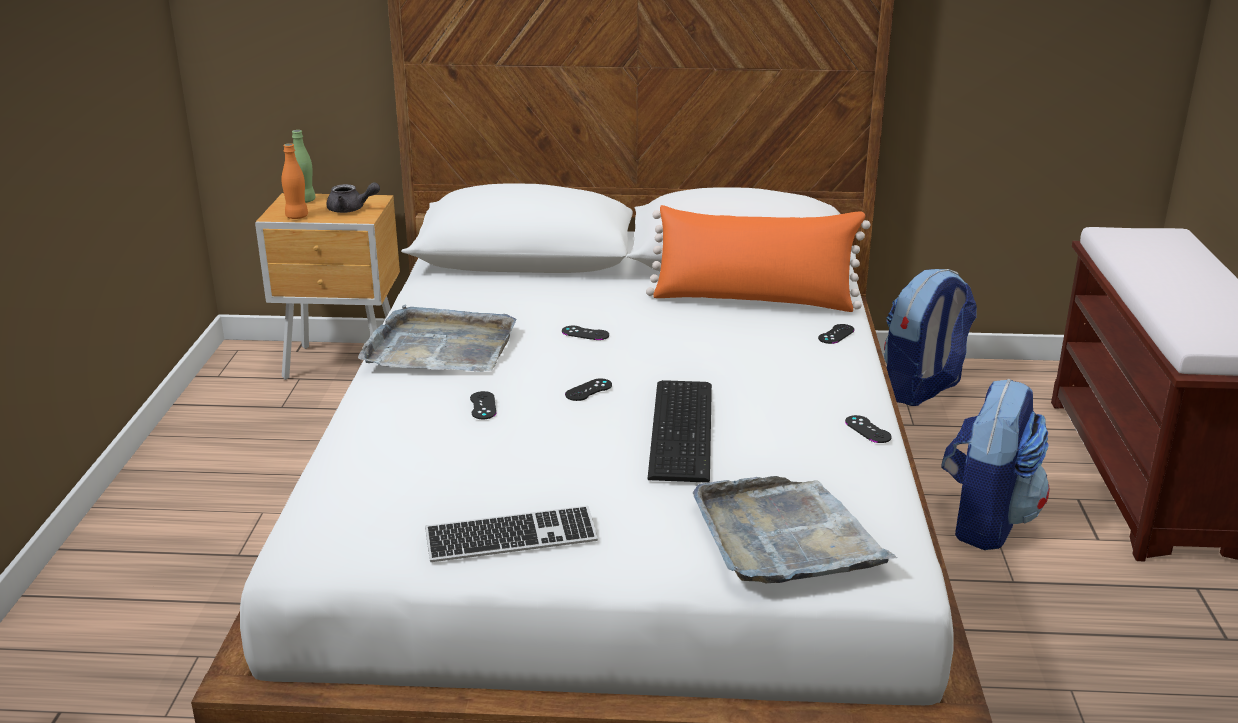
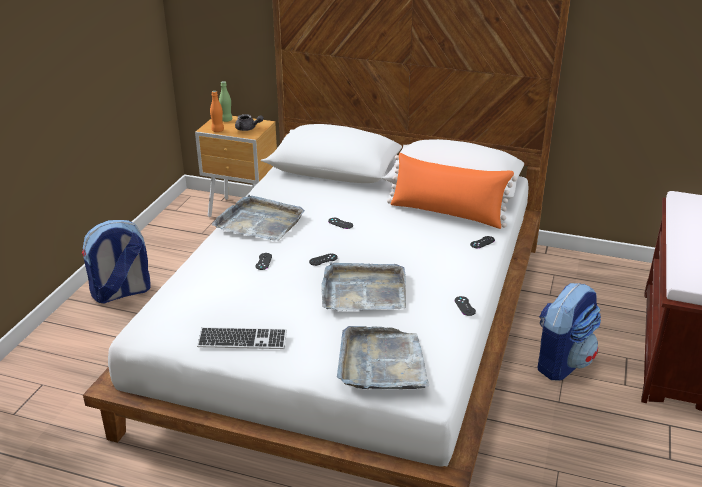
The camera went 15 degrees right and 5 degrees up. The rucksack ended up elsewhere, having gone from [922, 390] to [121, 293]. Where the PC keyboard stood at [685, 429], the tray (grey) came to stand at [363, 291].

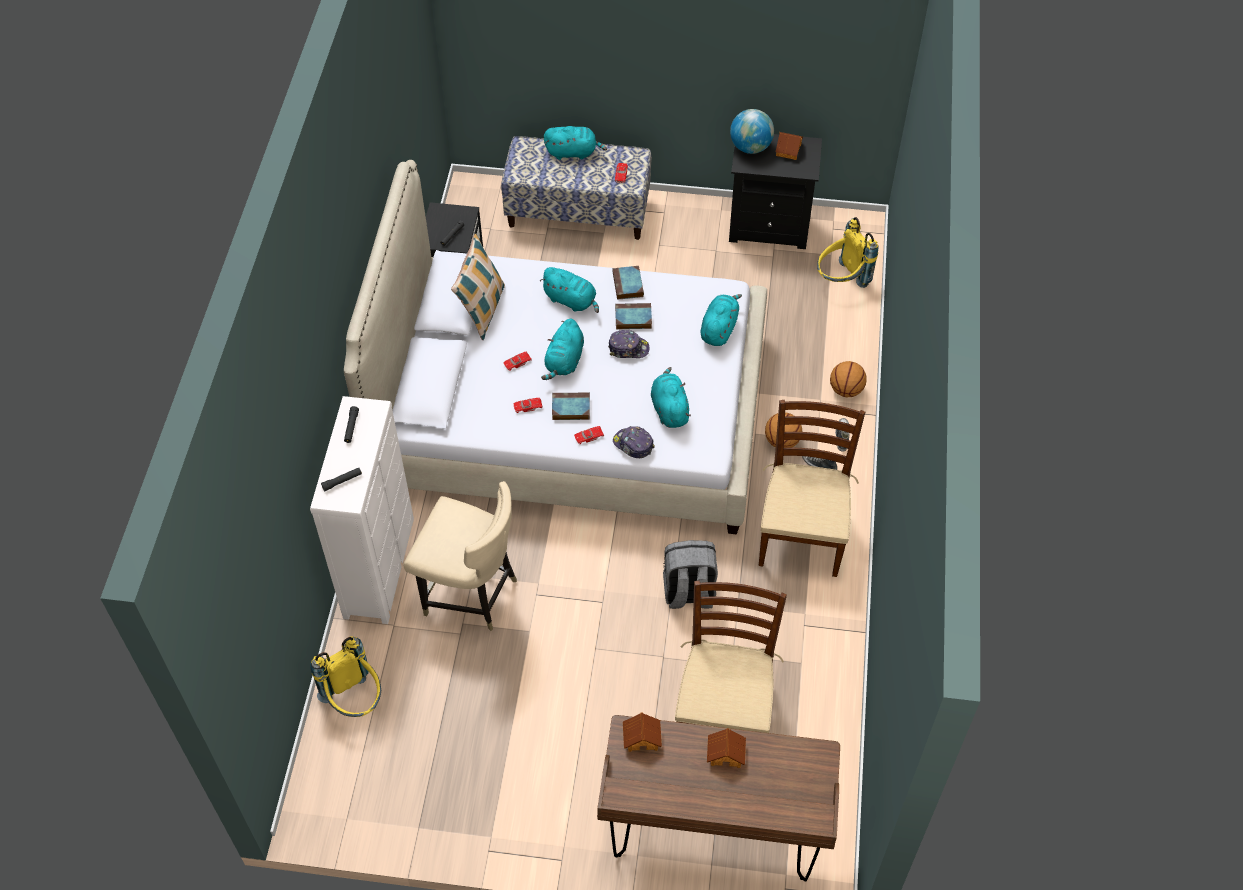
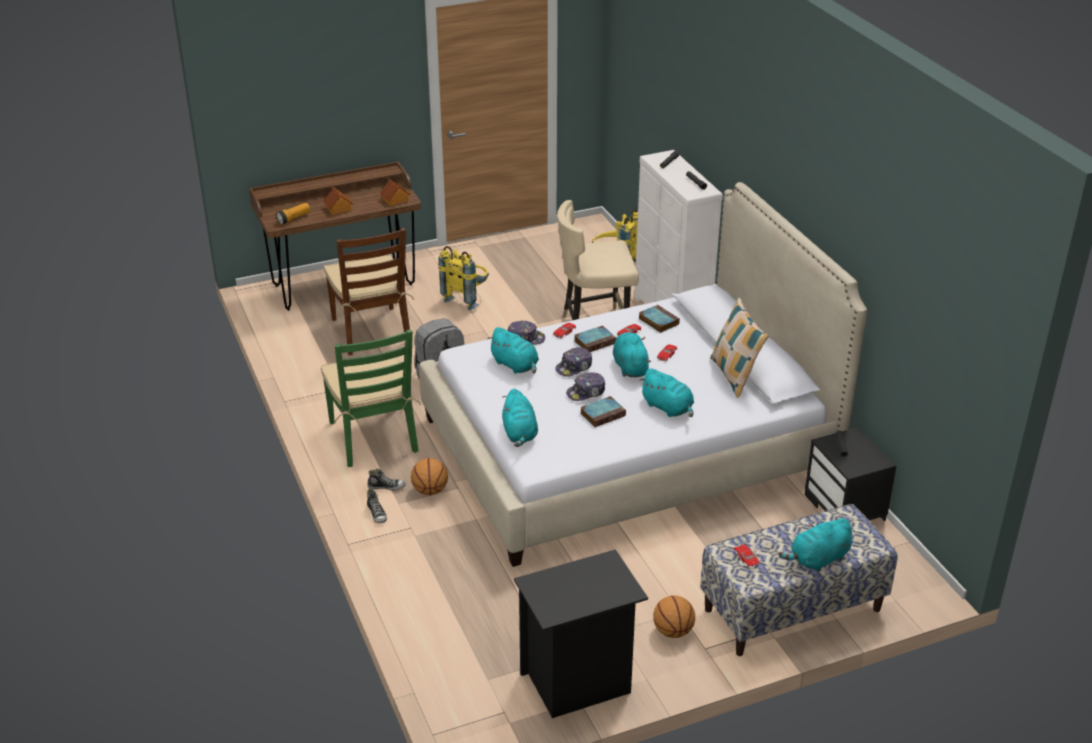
The camera went 150 degrees right and 20 degrees down. The second view gained the flashlight at [294, 218]. What was the upright chair (brown) at [801, 534] turned into the upright chair (greenish) at [373, 437]. The rucksack (yellow-coloured) ended up elsewhere, having gone from [841, 281] to [467, 298]. The second view gained the cap at [574, 367]. The volume ended up elsewhere, having gone from [628, 285] to [658, 321]. The cuddly toy (blue-green) at [571, 301] ended up facing another way, 135 degrees counterclockwise from before. The ball for basketball ended up elsewhere, having gone from [846, 390] to [672, 631]. The second view lost the world globe at [750, 147]. The second view lost the toy house at [789, 150].

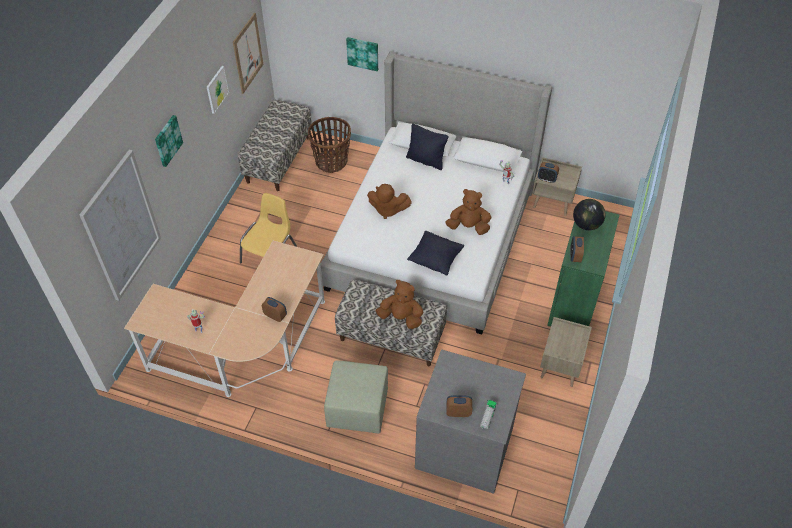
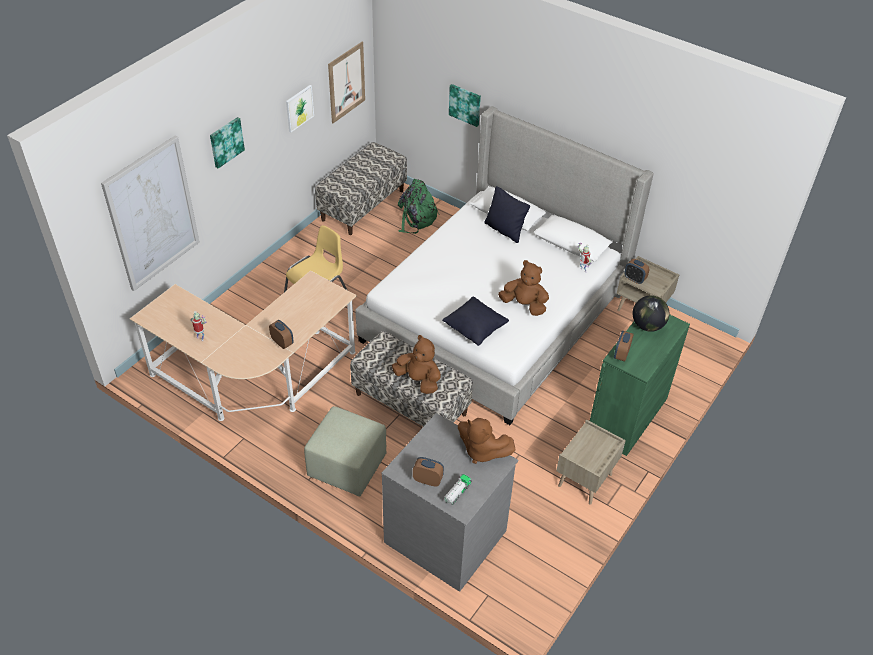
The camera went 15 degrees right and 5 degrees down. Where the household basket stood at [331, 162], the rucksack (greenish) came to stand at [416, 218]. The cuddly toy (brown) ended up elsewhere, having gone from [387, 210] to [482, 451].

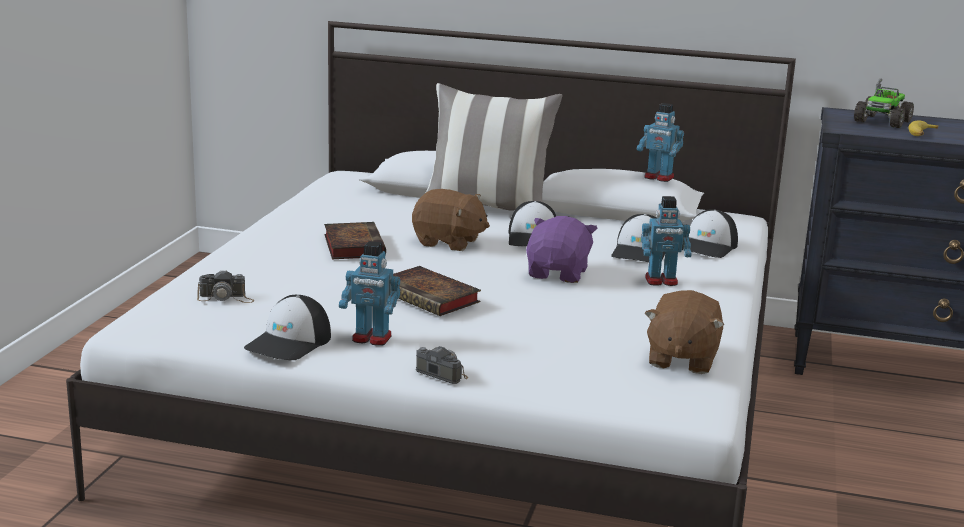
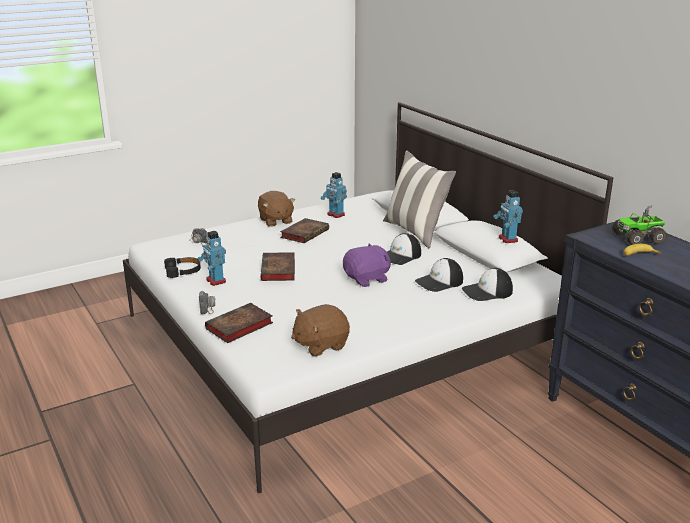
The camera went 45 degrees right and 5 degrees up. Where the cap stood at [289, 343], the pair of headphones (blackish) came to stand at [183, 271]. The second view gained the volume at [238, 327]. The cuddly toy (brown) ended up elsewhere, having gone from [448, 242] to [275, 221]. The toy robot ended up elsewhere, having gone from [661, 281] to [335, 215].

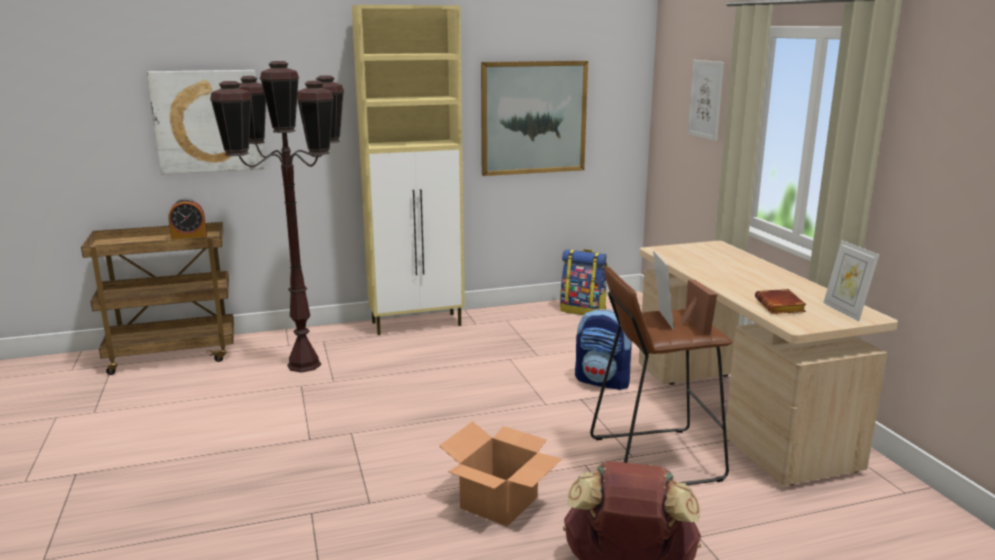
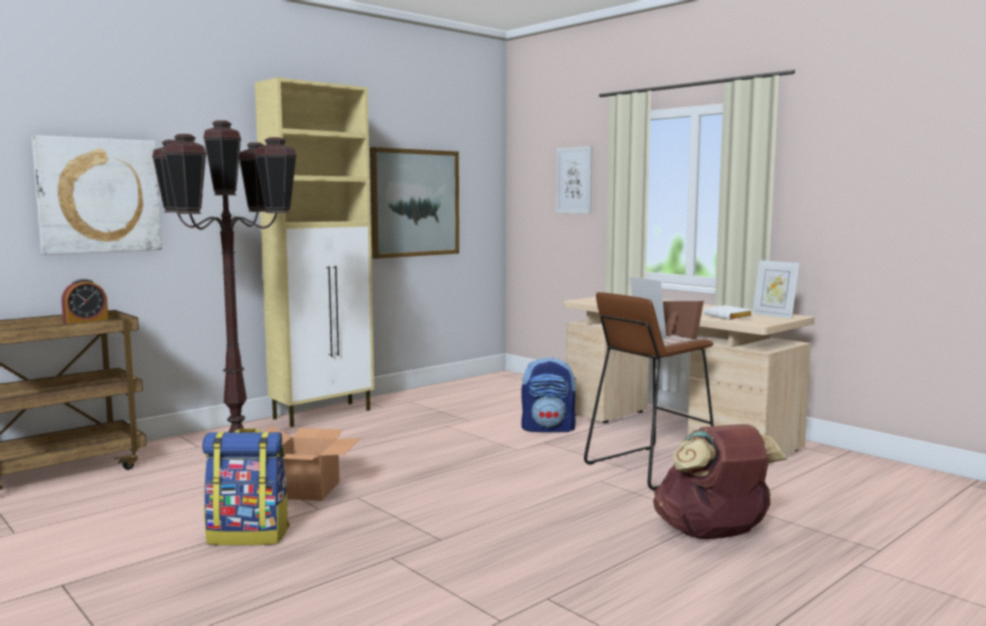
The camera went 25 degrees left and 10 degrees down. The rucksack ended up elsewhere, having gone from [583, 310] to [249, 535]. The cardboard box ended up elsewhere, having gone from [499, 502] to [307, 489]. What was the volume (brown) at [781, 307] turned into the volume (whitish) at [729, 317].

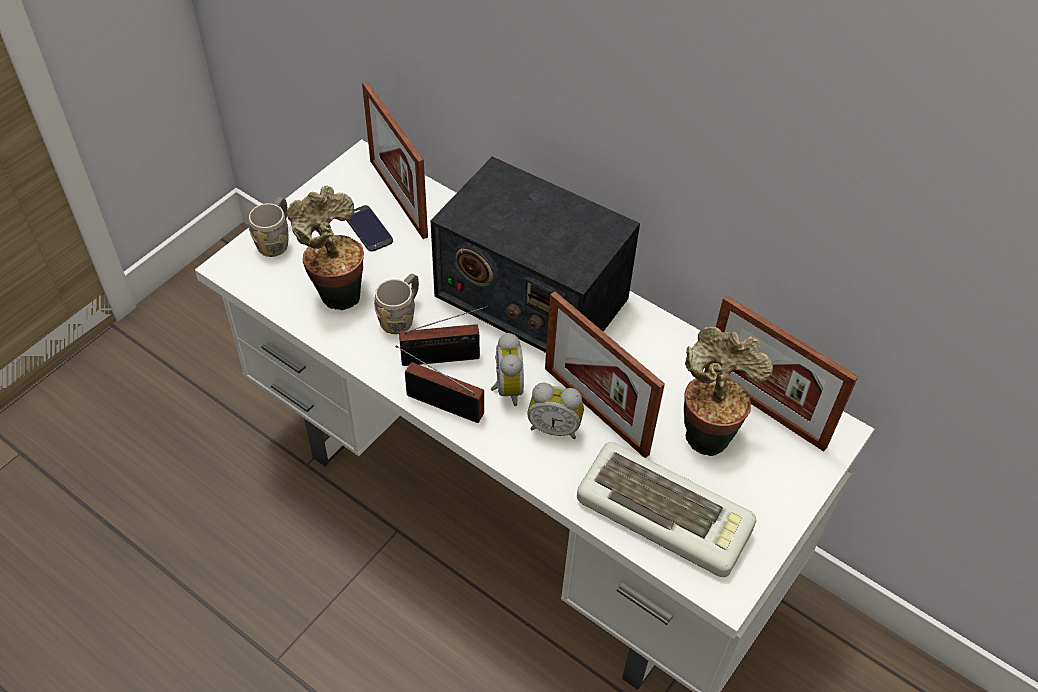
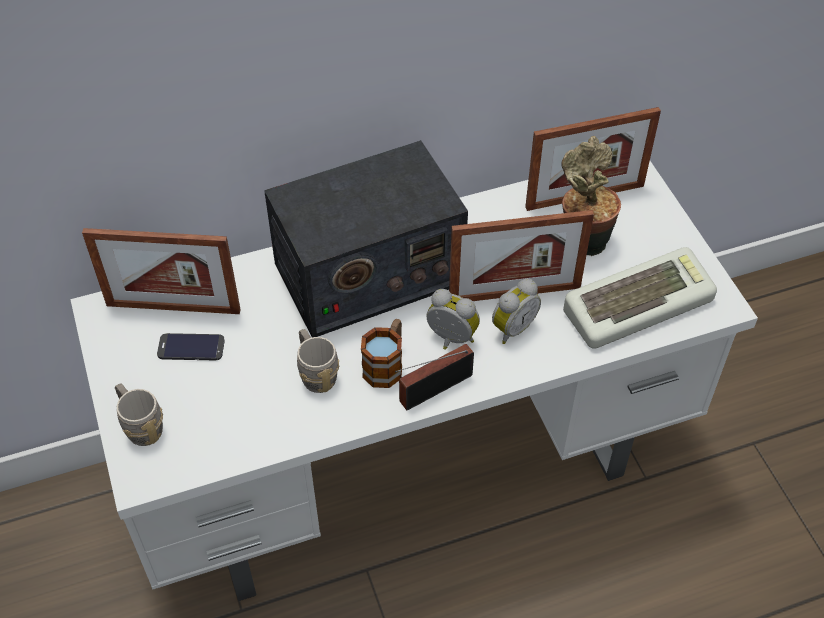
The camera went 55 degrees left and 0 degrees up. Where the radio stood at [445, 358], the mug came to stand at [386, 364]. The second view lost the potted plant at [336, 292].

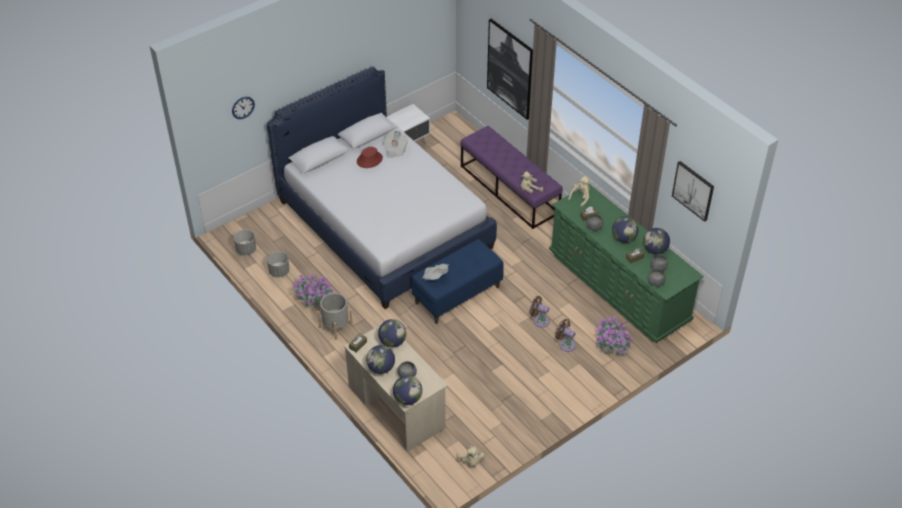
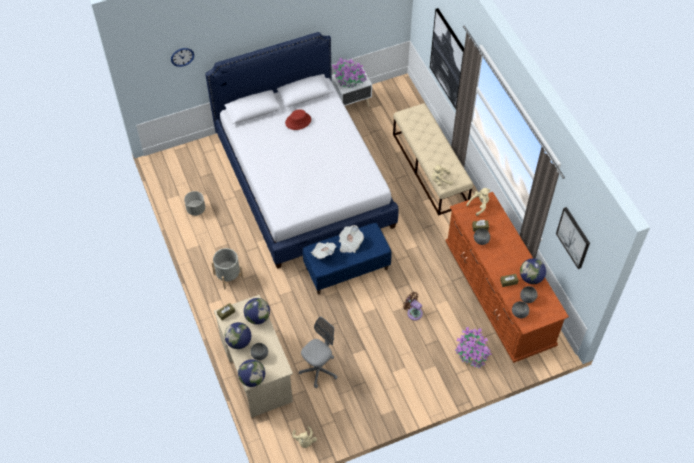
The camera went 15 degrees right and 10 degrees up. The second view gained the desk chair (grey) at [318, 370]. The potted plant ended up elsewhere, having gone from [315, 298] to [349, 80]. The printed paper ended up elsewhere, having gone from [395, 150] to [350, 243]. What was the long seat (purple-coloured) at [509, 190] turned into the long seat (sand-coloured) at [430, 169]. What was the dresser (greenish) at [618, 287] turned into the dresser (brown) at [498, 295]. The second view lost the plant pot (grey) at [246, 250]. The second view lost the fan (brown) at [565, 344]. The second view lost the world globe at [623, 238].

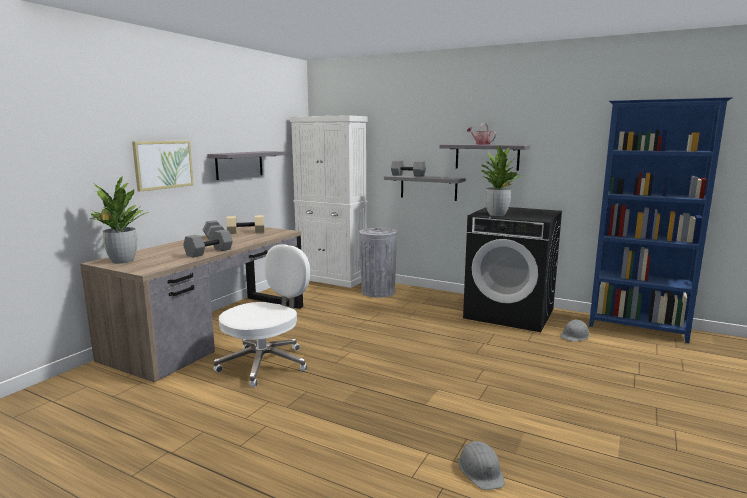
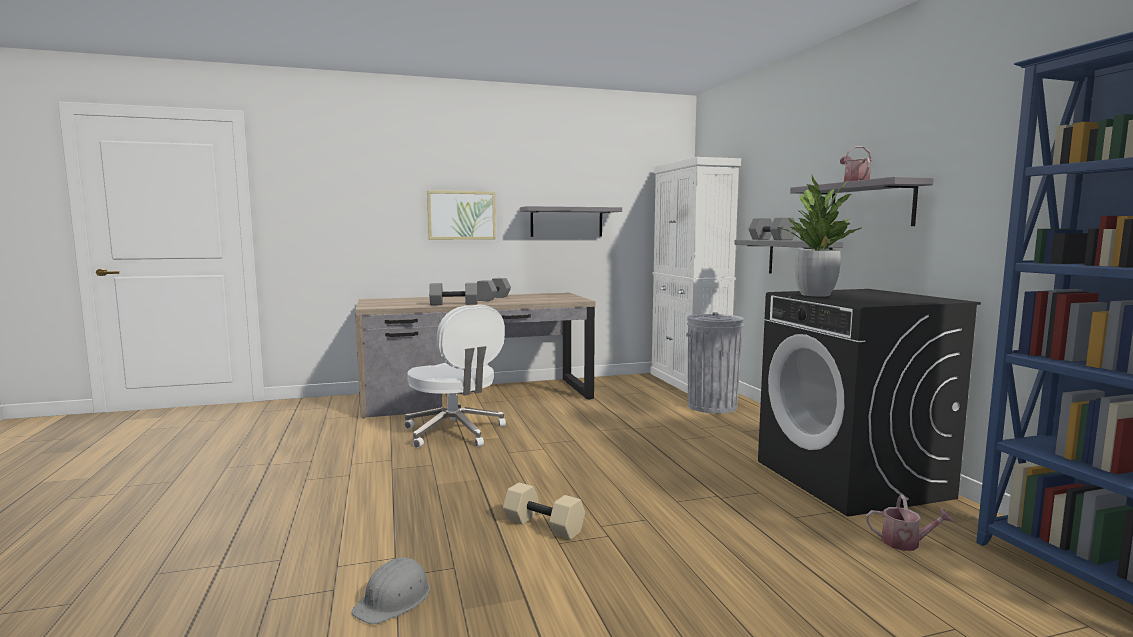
The camera went 45 degrees right and 5 degrees down. The desk chair (whitish) at [266, 363] ended up facing another way, 60 degrees clockwise from before. The dumbbell (sand-coloured) ended up elsewhere, having gone from [245, 232] to [542, 526]. Where the safety helmet (grey) stood at [575, 335], the sprinkling can came to stand at [905, 543]. The second view lost the potted plant at [122, 261].

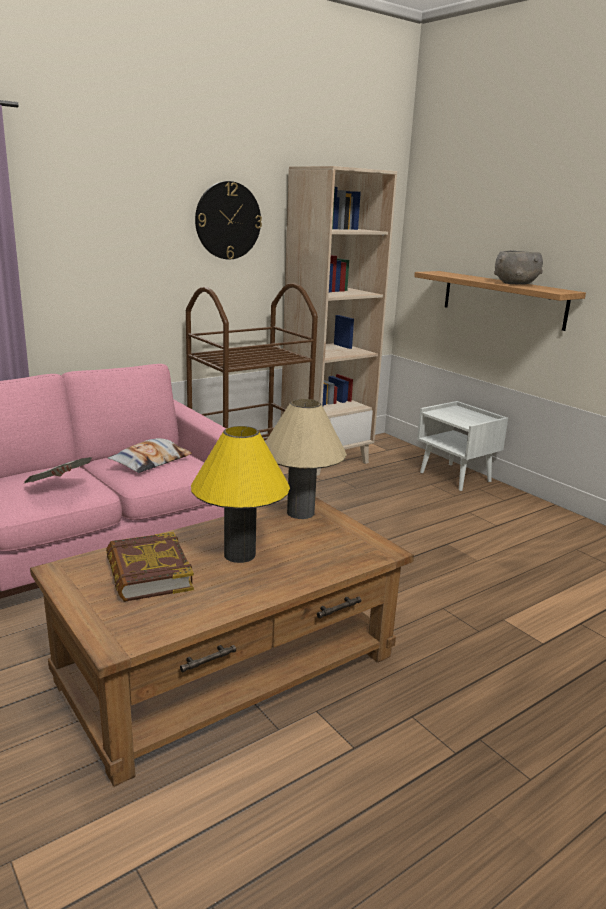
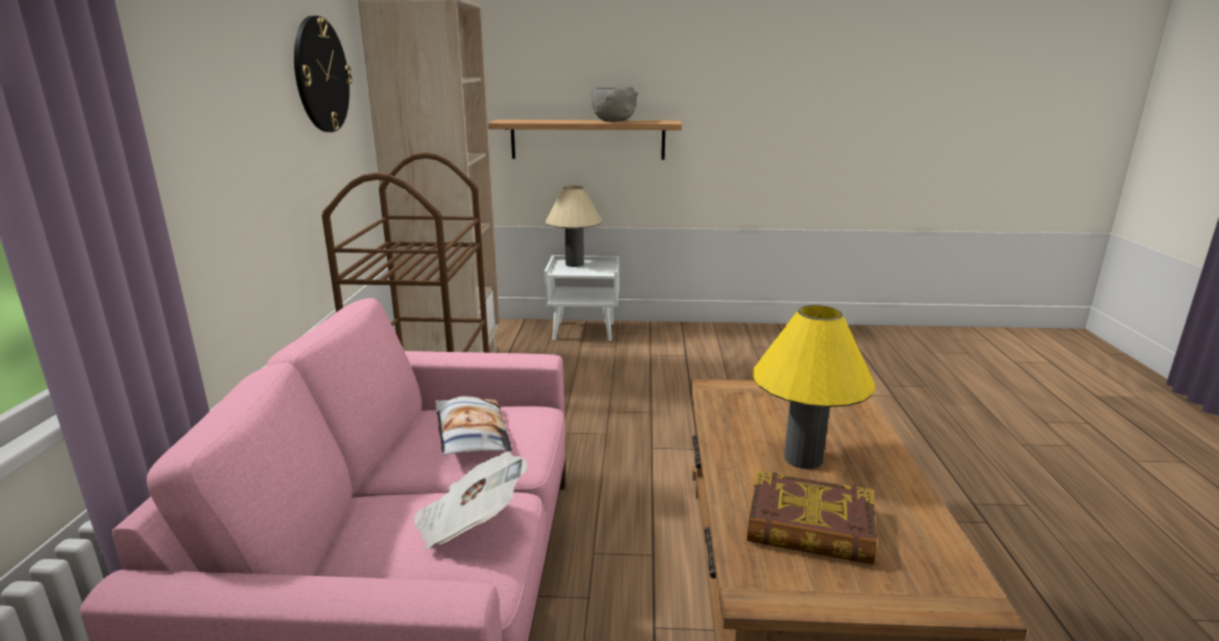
The camera went 50 degrees left and 0 degrees up. The table lamp (sand-coloured) ended up elsewhere, having gone from [300, 513] to [574, 264].

